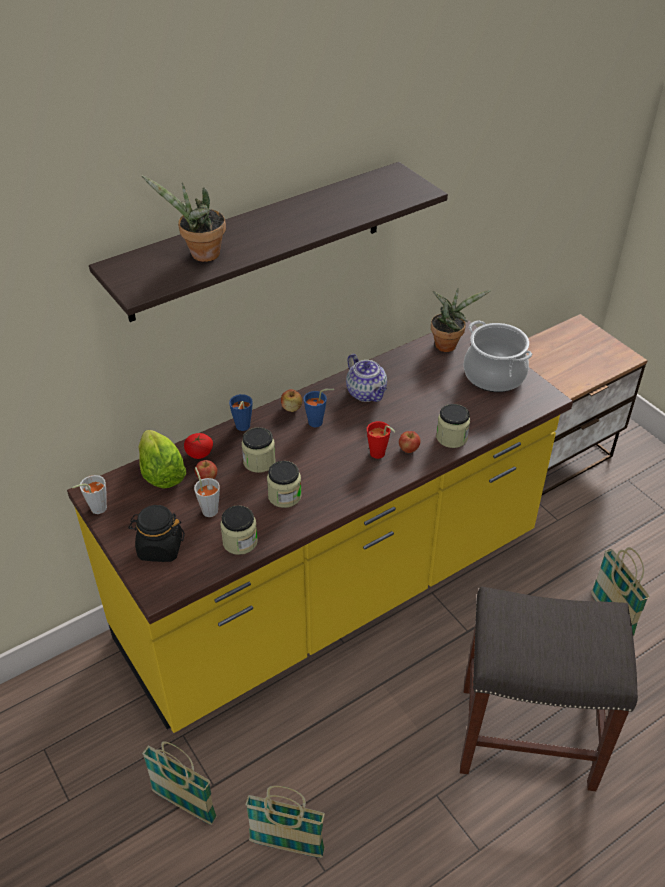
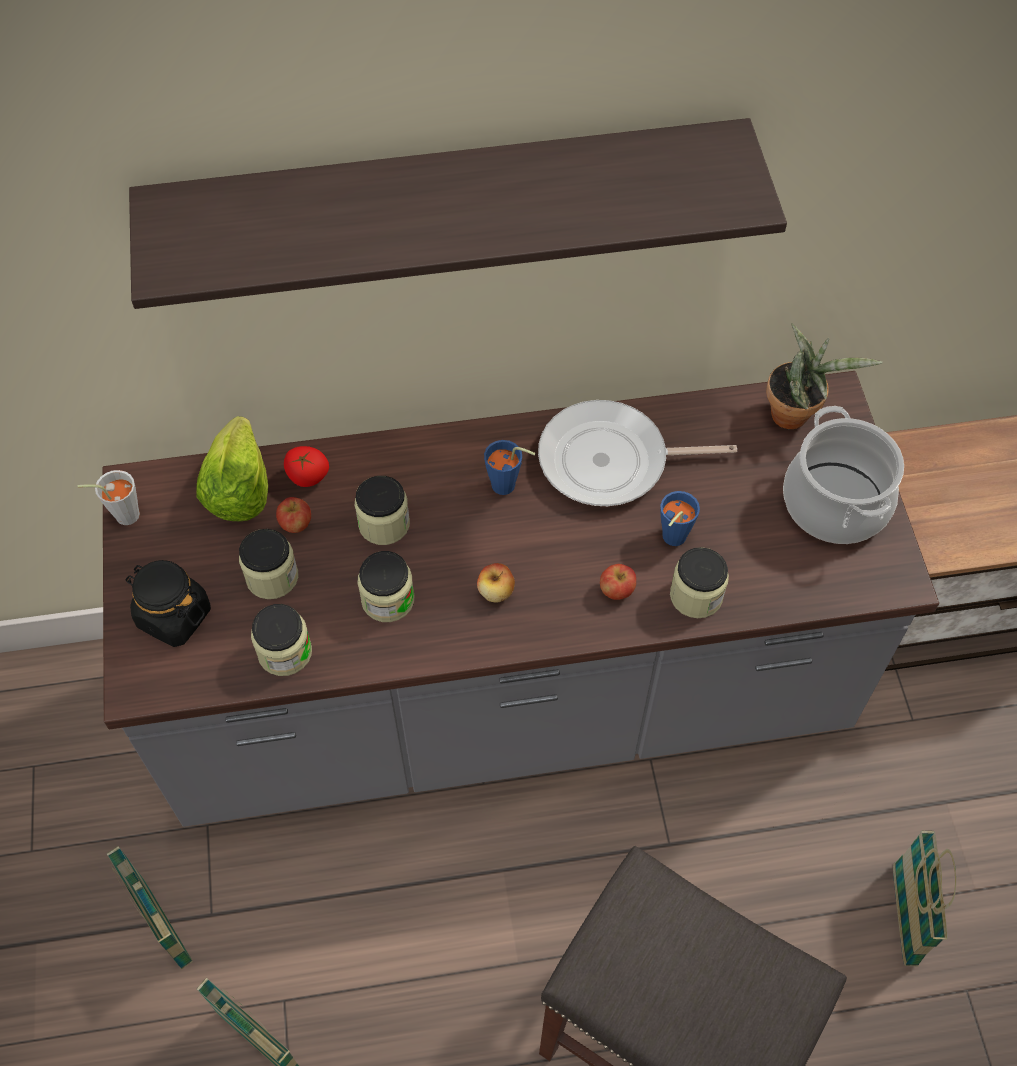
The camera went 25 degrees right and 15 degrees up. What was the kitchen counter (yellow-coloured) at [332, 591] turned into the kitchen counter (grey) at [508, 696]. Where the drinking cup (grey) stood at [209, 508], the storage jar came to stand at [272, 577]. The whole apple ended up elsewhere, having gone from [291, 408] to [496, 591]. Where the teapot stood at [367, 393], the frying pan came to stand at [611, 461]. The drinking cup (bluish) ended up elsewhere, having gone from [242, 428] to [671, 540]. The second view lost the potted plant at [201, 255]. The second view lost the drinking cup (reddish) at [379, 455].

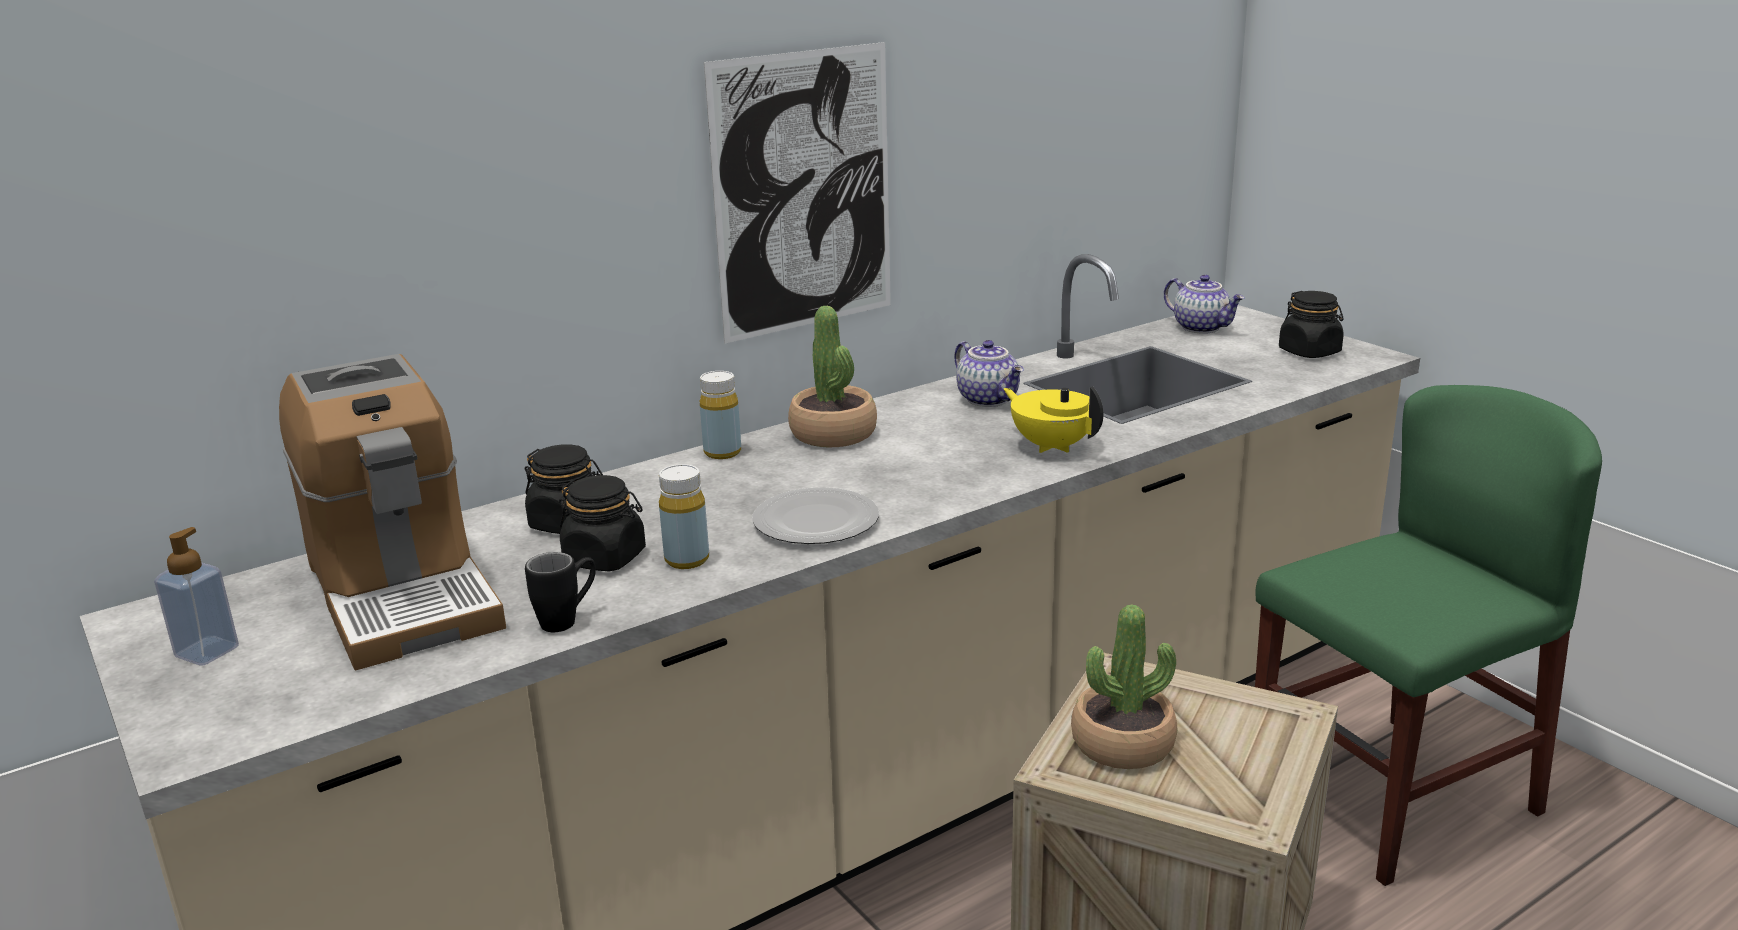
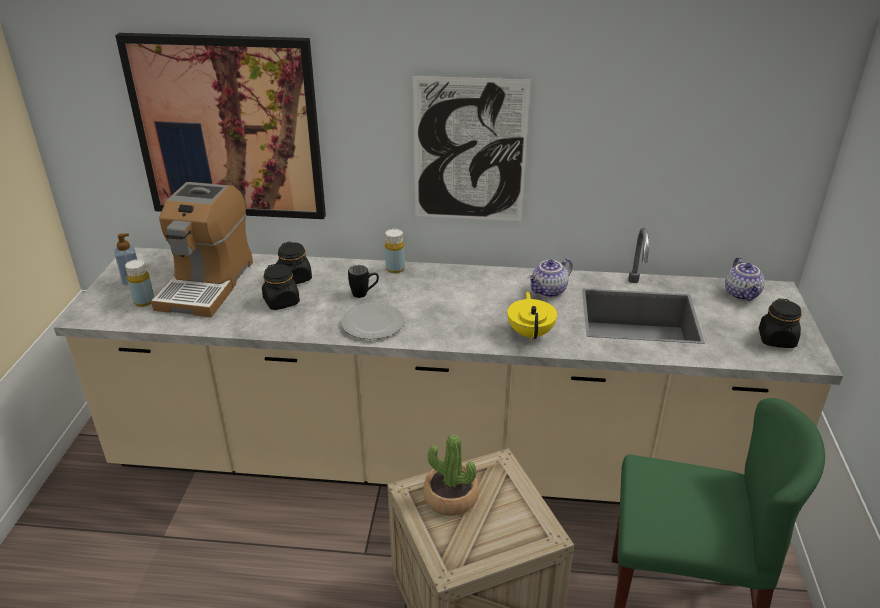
The camera went 40 degrees right and 10 degrees up. The second view gained the wall art at [228, 129]. The beverage bottle (yellow-coloured) ended up elsewhere, having gone from [687, 560] to [144, 301]. The mug (blackish) ended up elsewhere, having gone from [568, 620] to [364, 294]. The teapot at [989, 399] ended up facing another way, 45 degrees clockwise from before. The second view lost the potted plant at [833, 434].

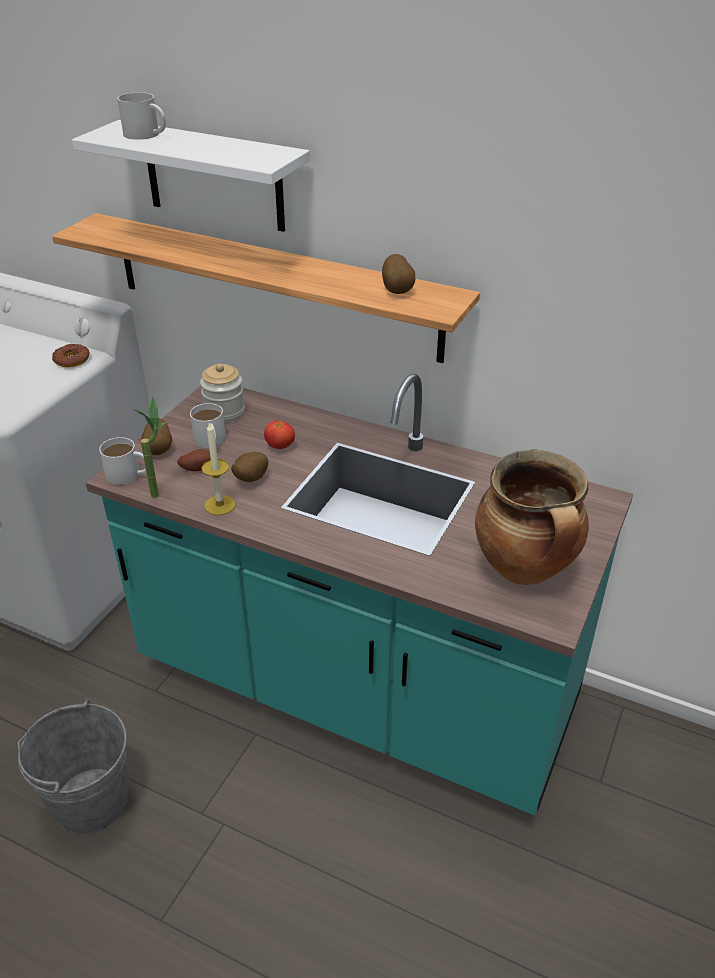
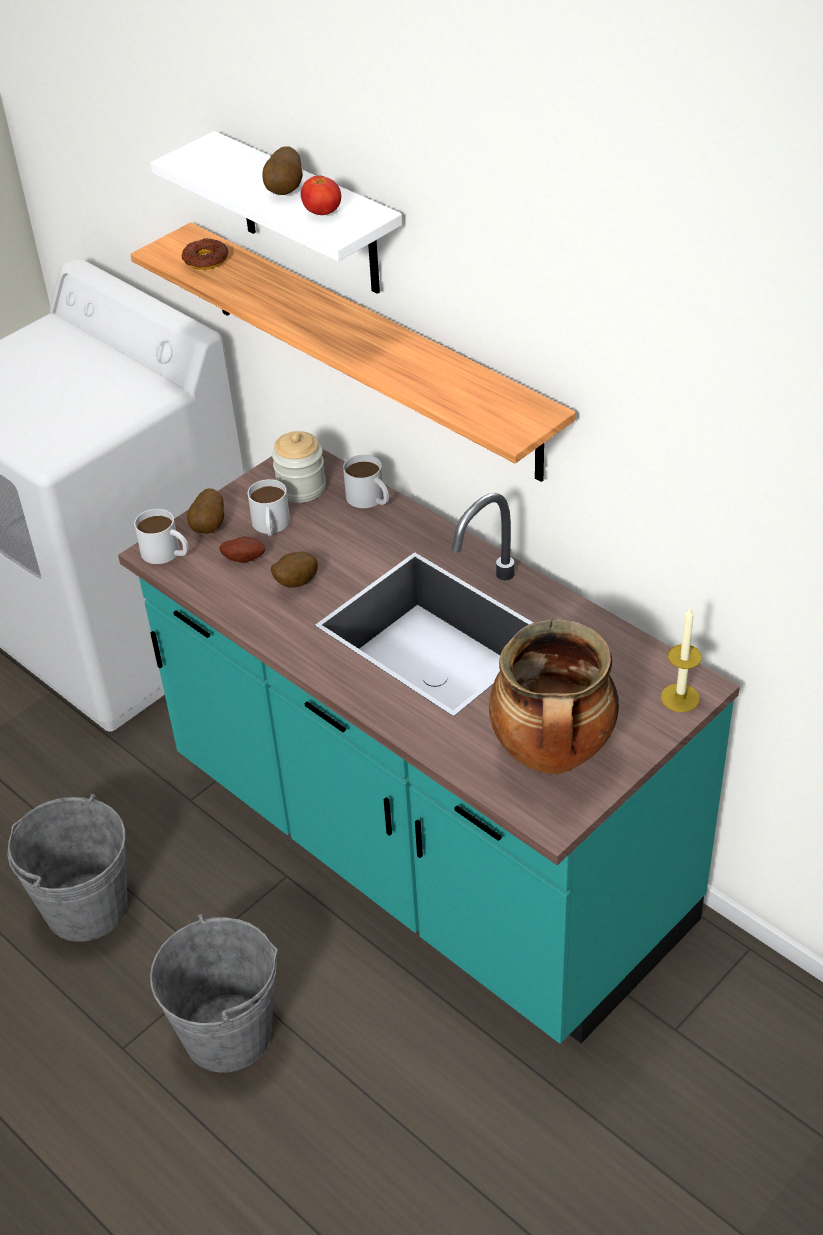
The camera went 20 degrees right and 5 degrees up. The second view gained the bucket (grey) at [228, 1033]. The donut ended up elsewhere, having gone from [72, 360] to [205, 260]. The spud ended up elsewhere, having gone from [398, 291] to [286, 190]. The tomato ended up elsewhere, having gone from [280, 446] to [322, 213]. The mug (whitish) ended up elsewhere, having gone from [147, 135] to [370, 499]. The wax candle ended up elsewhere, having gone from [220, 505] to [680, 698]. The second view lost the potted plant at [160, 491].

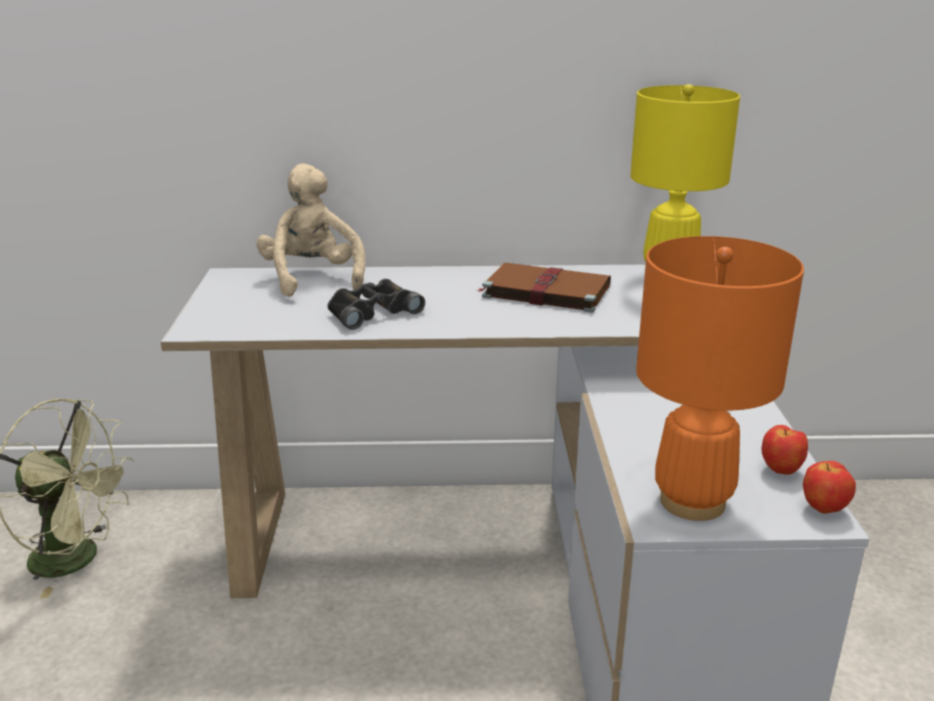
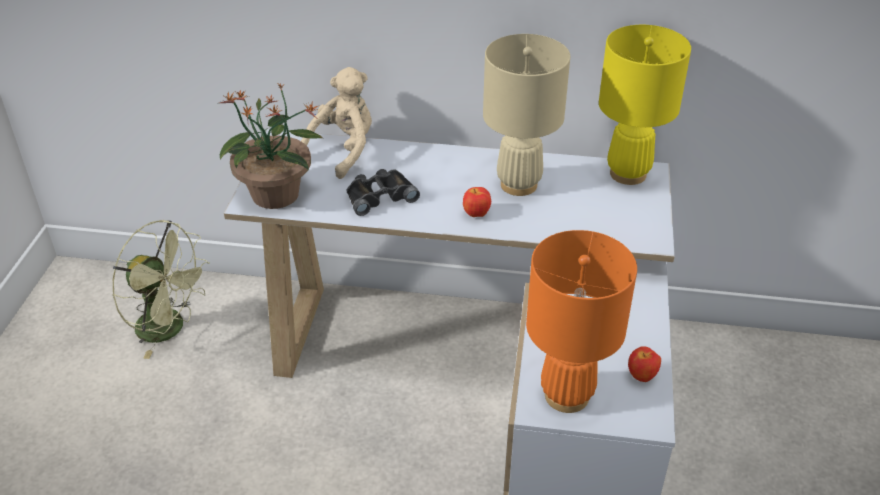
The camera went 10 degrees right and 15 degrees up. The second view gained the potted plant at [276, 195]. The cuddly toy (sand-coloured) at [312, 279] ended up facing another way, 45 degrees clockwise from before. The whole apple ended up elsewhere, having gone from [824, 509] to [476, 214]. Where the volume (brown) stood at [544, 291], the table lamp (sand-coloured) came to stand at [519, 185].

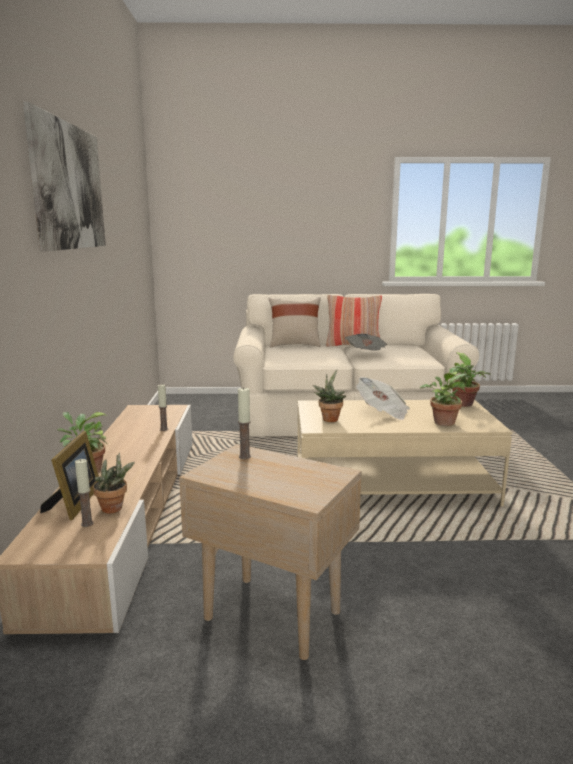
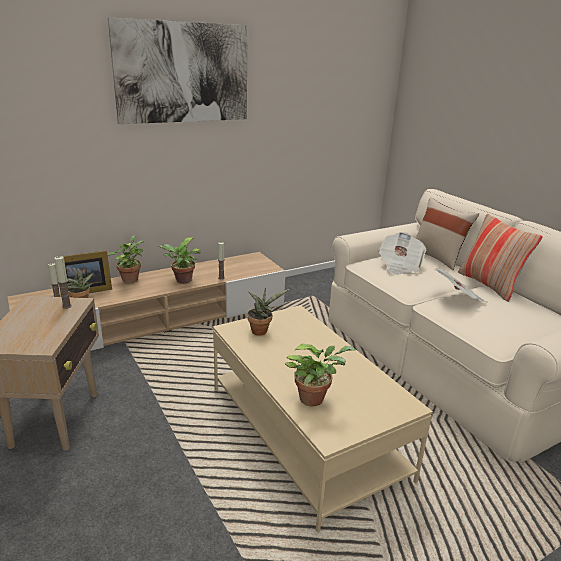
The camera went 60 degrees right and 10 degrees up. The potted plant ended up elsewhere, having gone from [464, 404] to [182, 281]. The printed paper ended up elsewhere, having gone from [382, 412] to [399, 266].

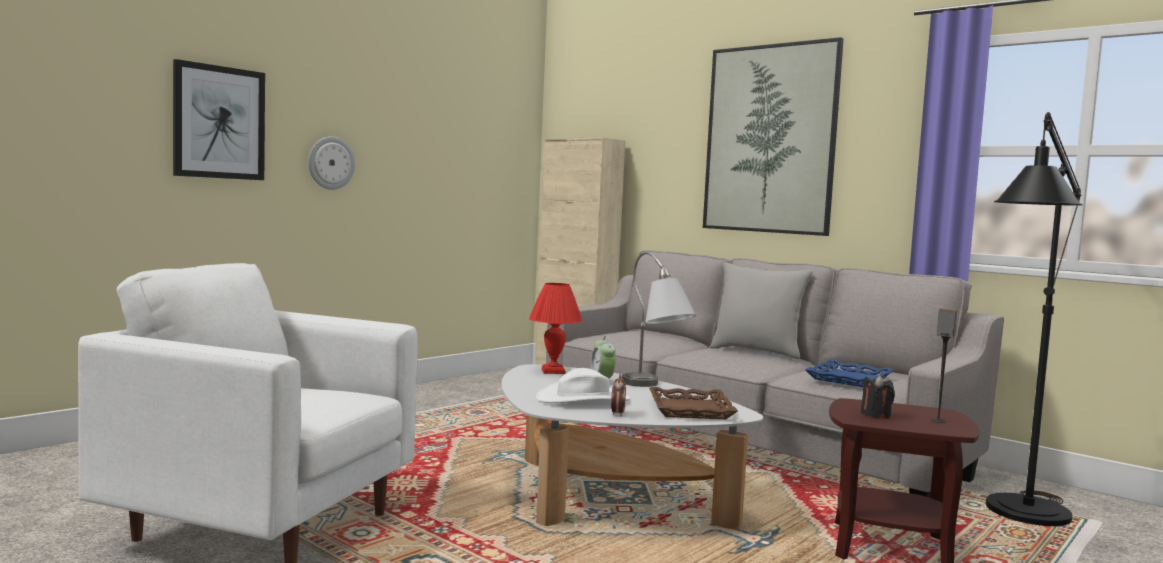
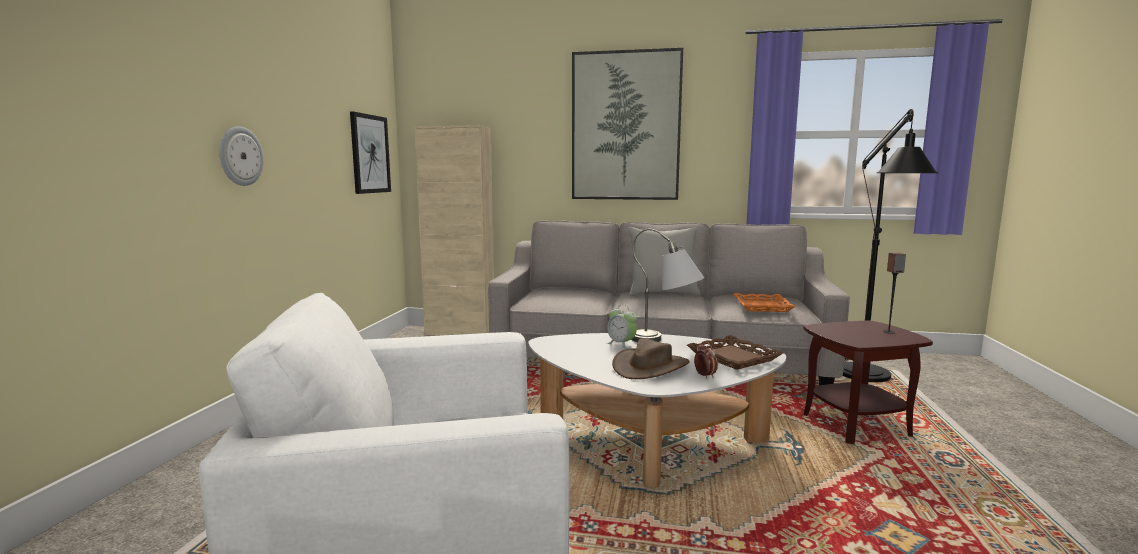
The camera went 30 degrees left and 5 degrees up. The wall art ended up elsewhere, having gone from [219, 122] to [370, 154]. What was the wearable hat (whitish) at [583, 399] turned into the wearable hat (brown) at [650, 366]. What was the tray (bluish) at [849, 379] turned into the tray (orange-coloured) at [762, 306]. The second view lost the table lamp (reddish) at [553, 371]. The second view lost the wax candle (blackish) at [876, 415].

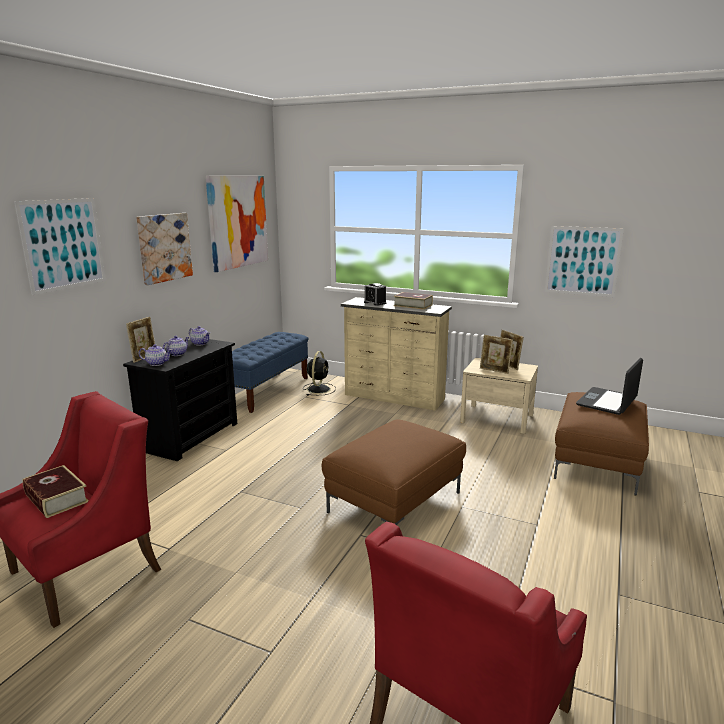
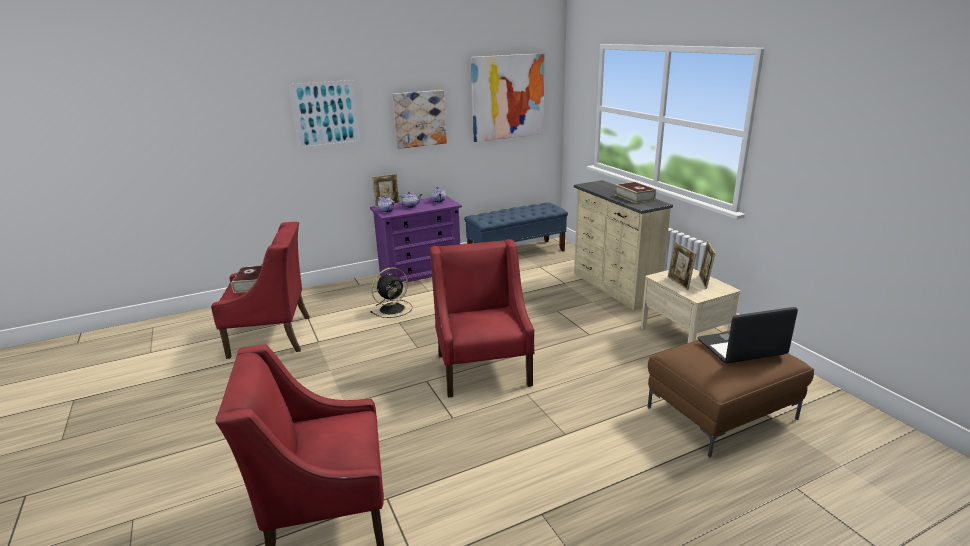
The camera went 40 degrees right and 5 degrees up. What was the dresser (blackish) at [191, 436] turned into the dresser (purple-coloured) at [421, 274]. The fan (blackish) ended up elsewhere, having gone from [319, 389] to [393, 309]. Where the pouffe (brown) stood at [394, 501], the lounge chair (reddish) came to stand at [483, 369]. The second view lost the bedside clock at [375, 303]. The second view lost the wall art at [582, 261].

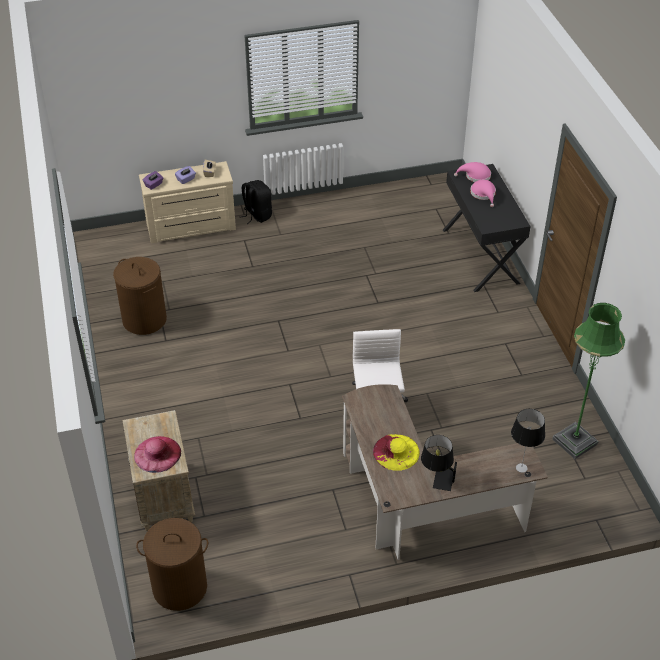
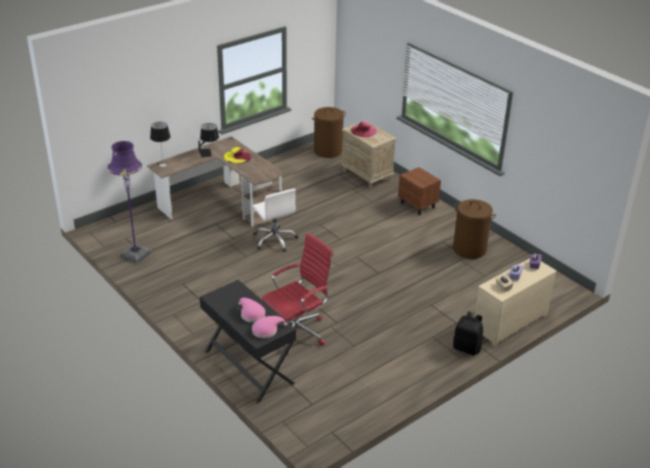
The camera went 155 degrees right and 10 degrees down. What was the standing lamp (greenish) at [574, 441] turned into the standing lamp (purple-coloured) at [135, 254]. The second view gained the desk chair (reddish) at [297, 331]. The second view gained the night table (brown) at [417, 205].

